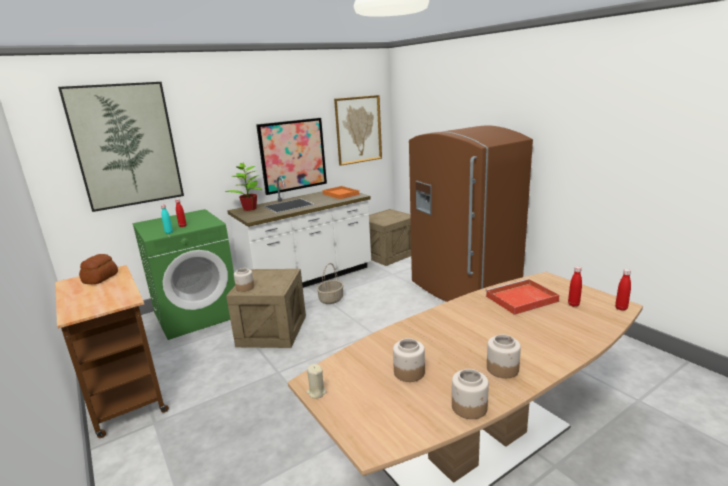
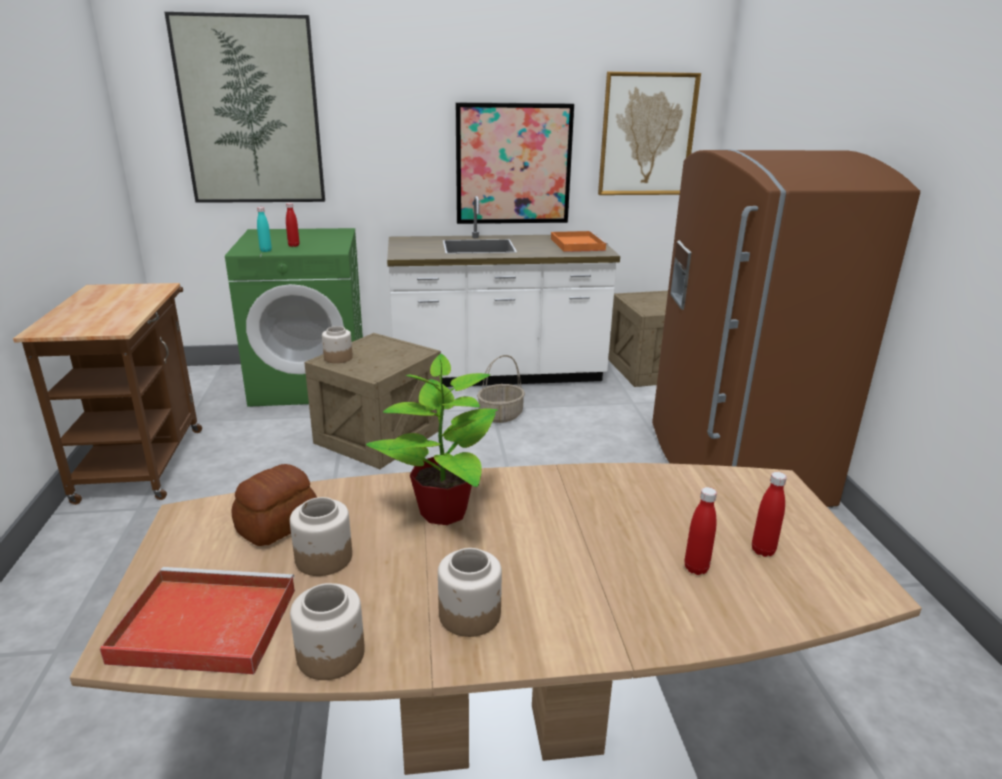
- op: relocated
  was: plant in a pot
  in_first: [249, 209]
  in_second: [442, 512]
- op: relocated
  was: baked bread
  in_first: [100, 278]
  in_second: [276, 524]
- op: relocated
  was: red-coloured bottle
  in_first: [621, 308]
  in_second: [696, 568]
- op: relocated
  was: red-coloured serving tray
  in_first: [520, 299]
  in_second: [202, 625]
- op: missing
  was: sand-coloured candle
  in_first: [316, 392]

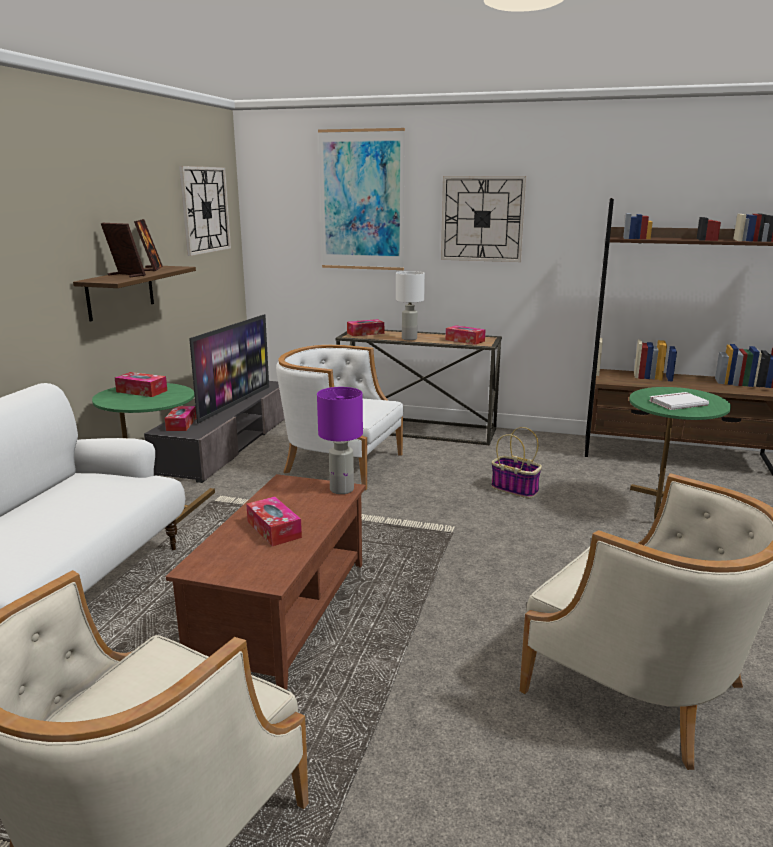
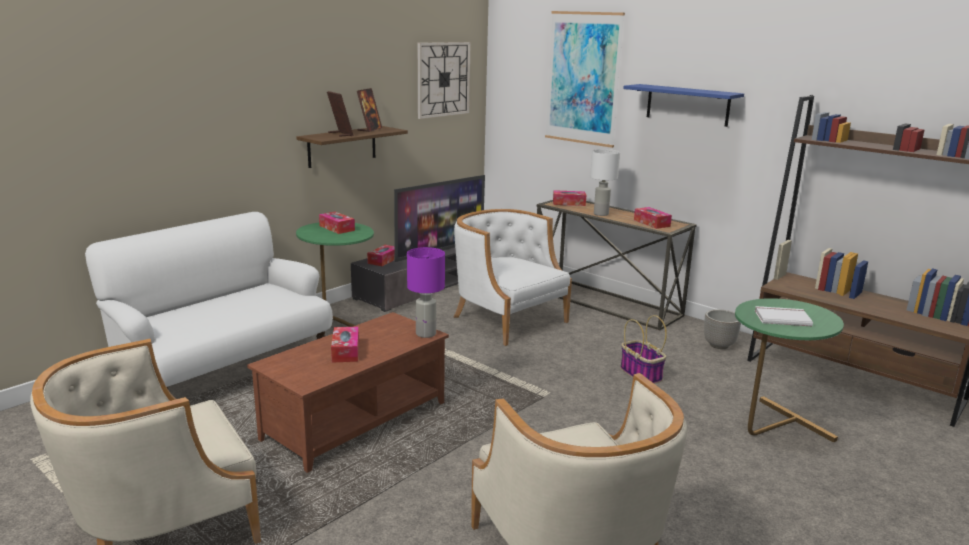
- op: exchanged
  was: clock on the wall
  now: bluish shelf
  in_first: [482, 219]
  in_second: [687, 105]
- op: appeared
  now: flower pot
  in_second: [718, 345]

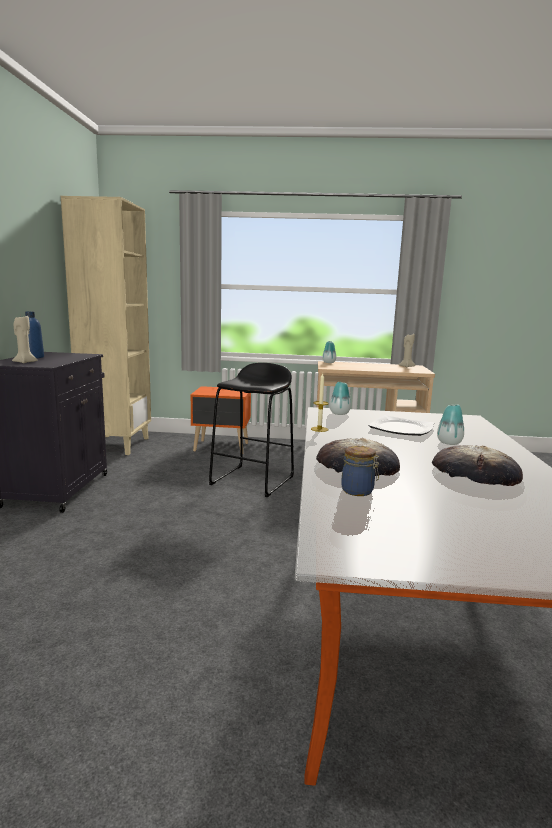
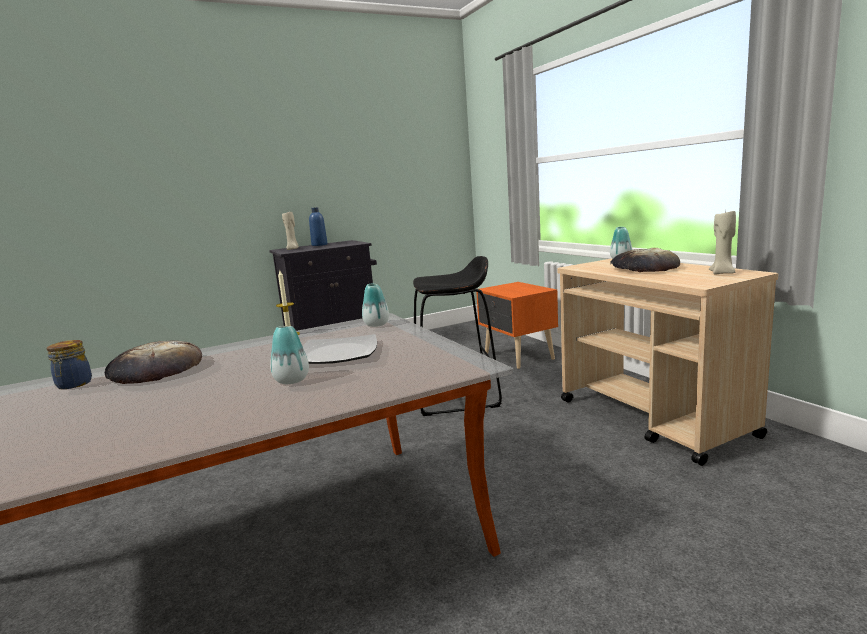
- op: missing
  was: sand-coloured shelving unit
  in_first: [116, 444]
- op: relocated
  was: baked bread
  in_first: [475, 473]
  in_second: [644, 268]

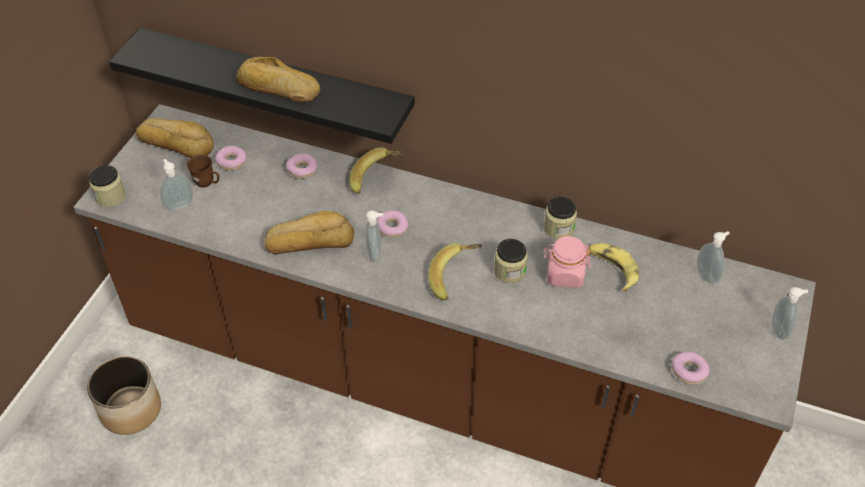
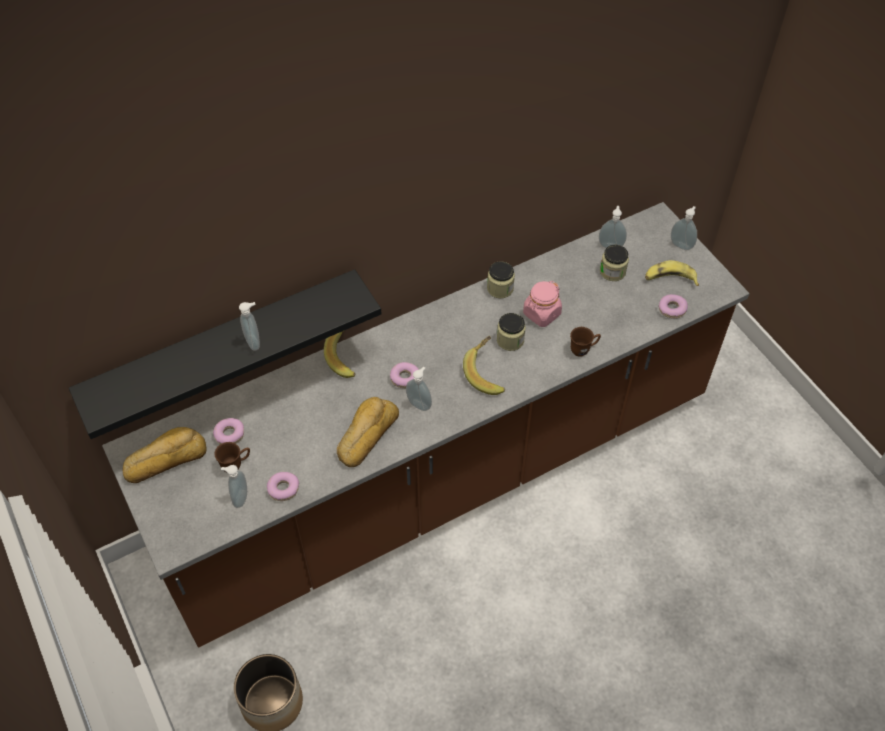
- op: exchanged
  was: baked bread
  now: liquid soap bottle
  in_first: [277, 88]
  in_second: [254, 342]
- op: relocated
  was: donut
  in_first: [302, 170]
  in_second: [283, 489]
- op: relocated
  was: preserve jar
  in_first: [110, 197]
  in_second: [612, 272]
- op: relocated
  was: banana fruit
  in_first: [612, 269]
  in_second: [669, 279]
- op: appeared
  now: brownish mug
  in_second: [583, 349]

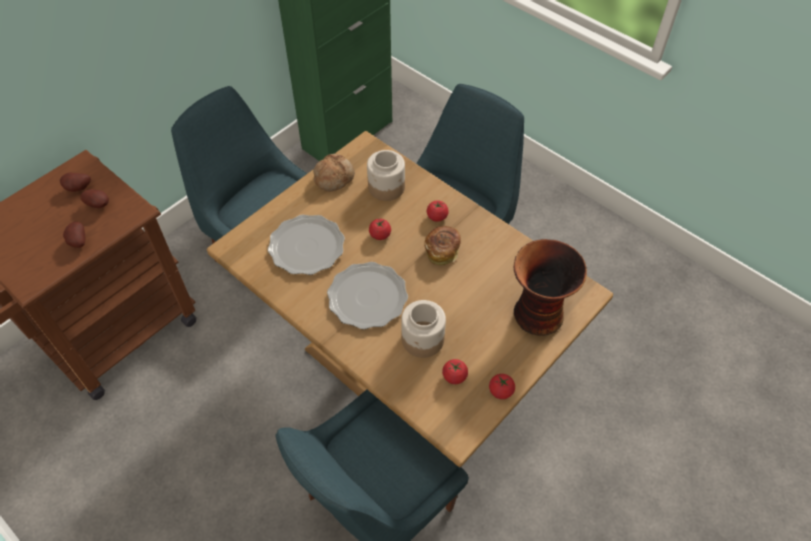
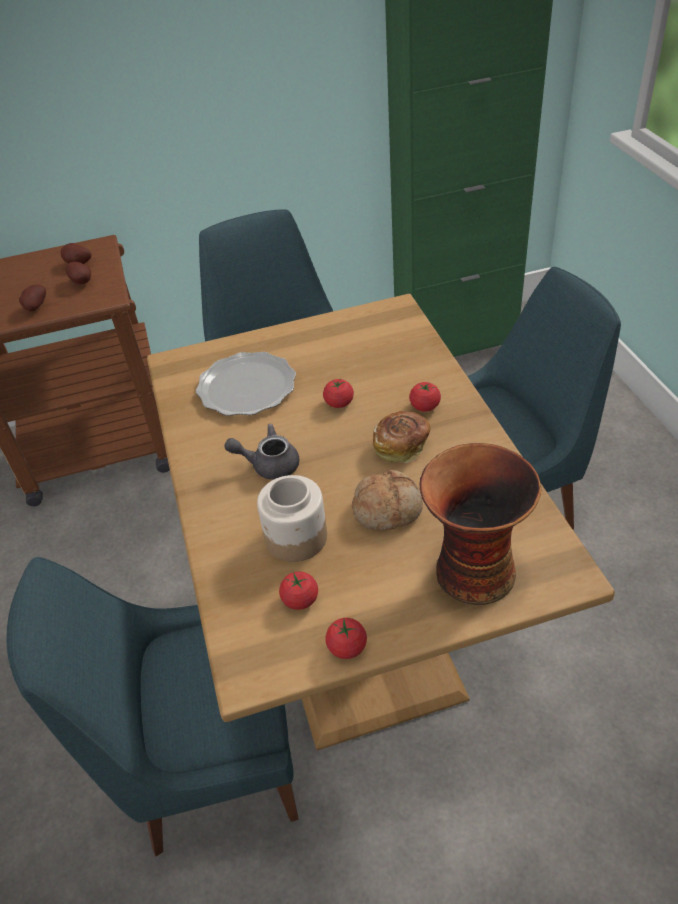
- op: missing
  was: preserve jar
  in_first: [387, 187]
- op: relocated
  was: baked bread
  in_first: [334, 177]
  in_second: [387, 508]
- op: exchanged
  was: dinner plate
  now: grey pot for tea
  in_first: [367, 298]
  in_second: [269, 464]

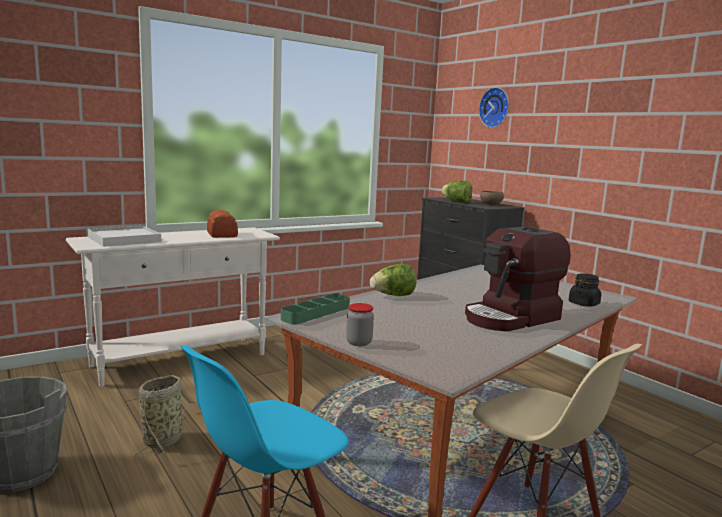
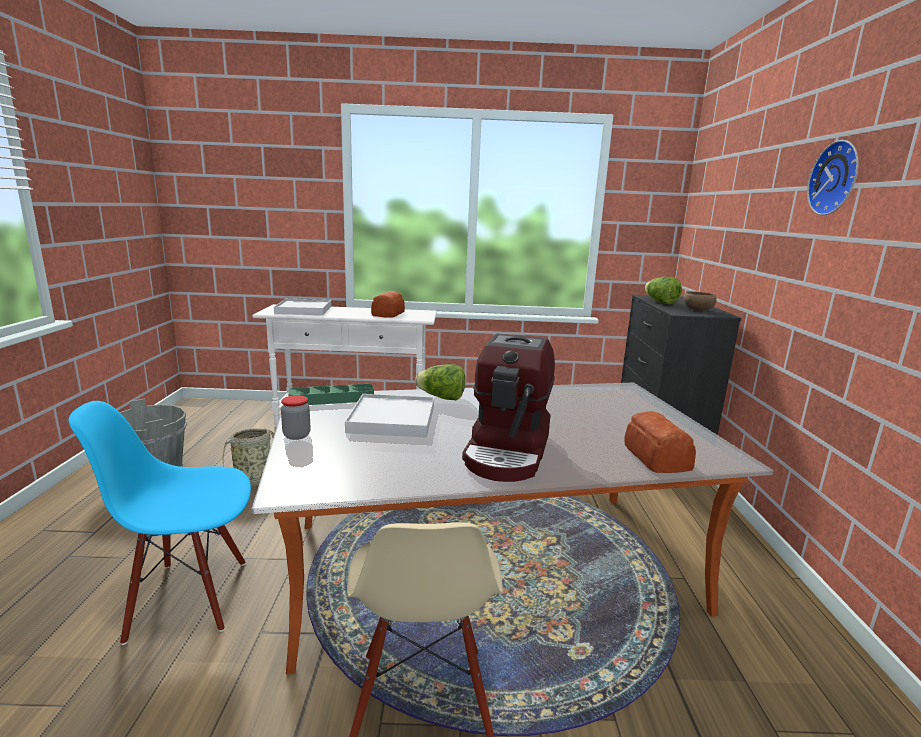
- op: relocated
  was: clock on the wall
  in_first: [495, 107]
  in_second: [837, 178]
- op: spun
  was: coffee machine
  in_first: [511, 318]
  in_second: [508, 451]
  clockwise: -75
- op: exchanged
  was: black preserve jar
  now: baked bread
  in_first: [584, 304]
  in_second: [656, 458]
- op: appeared
  now: white serving tray
  in_second: [392, 419]

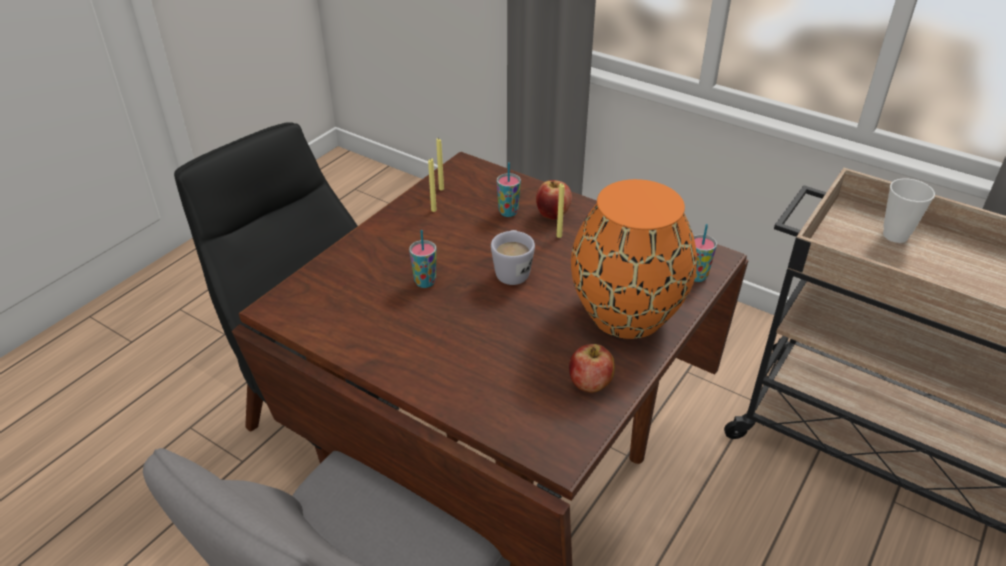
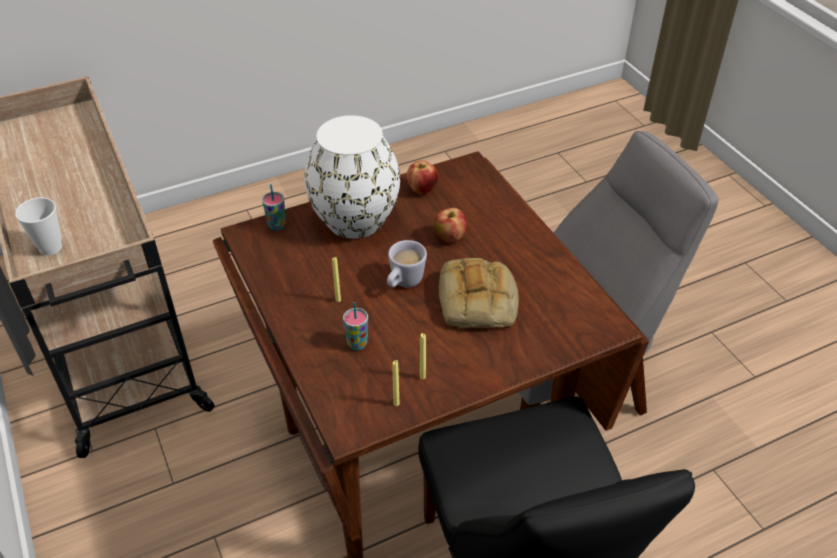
- op: colour
  was: orangey decorative vase
  now: white decorative vase
  in_first: [627, 315]
  in_second: [355, 219]
- op: relocated
  was: apple
  in_first: [553, 214]
  in_second: [450, 237]
- op: exchanged
  was: drinking cup
  now: baked bread
  in_first: [425, 282]
  in_second: [478, 301]

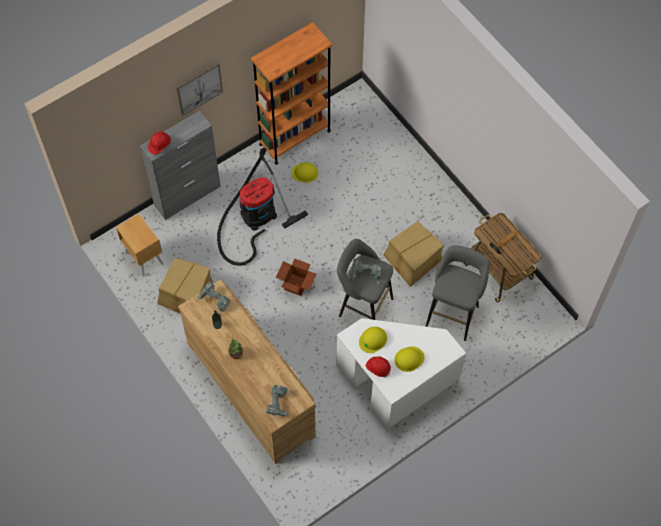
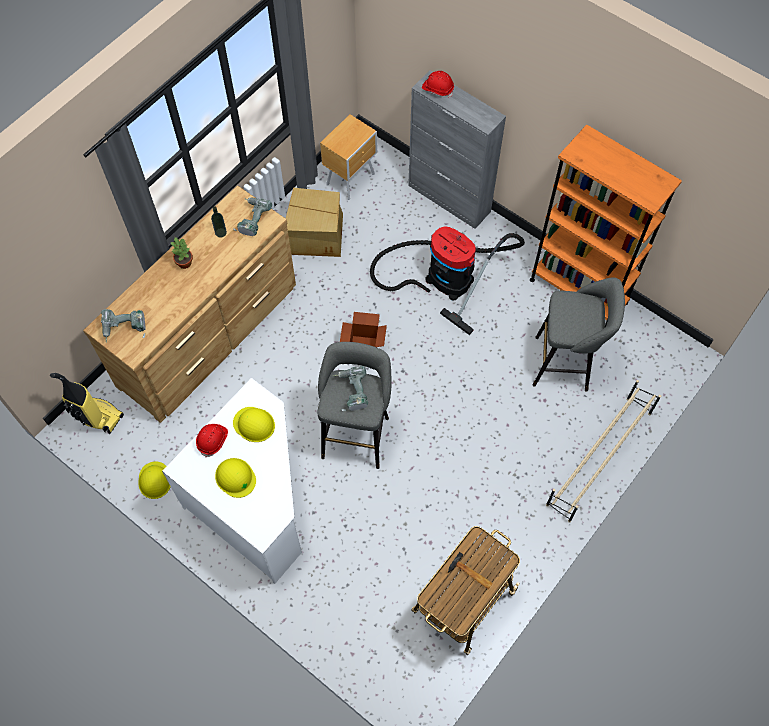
- op: missing
  was: wall art
  in_first: [198, 88]
- op: relocated
  was: yellow work helmet
  in_first: [305, 173]
  in_second: [154, 480]
- op: missing
  was: packing box
  in_first: [412, 260]
- op: relocated
  was: grey stool
  in_first: [453, 313]
  in_second: [565, 364]
- op: appeared
  now: vacuum cleaner
  in_second: [97, 416]
- op: appeared
  now: sand-coloured shoe shelf
  in_second: [598, 458]

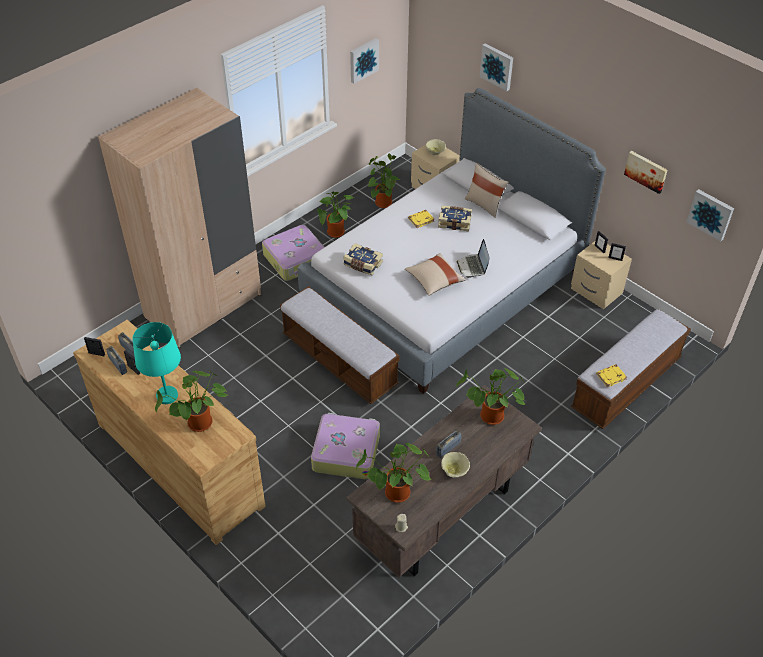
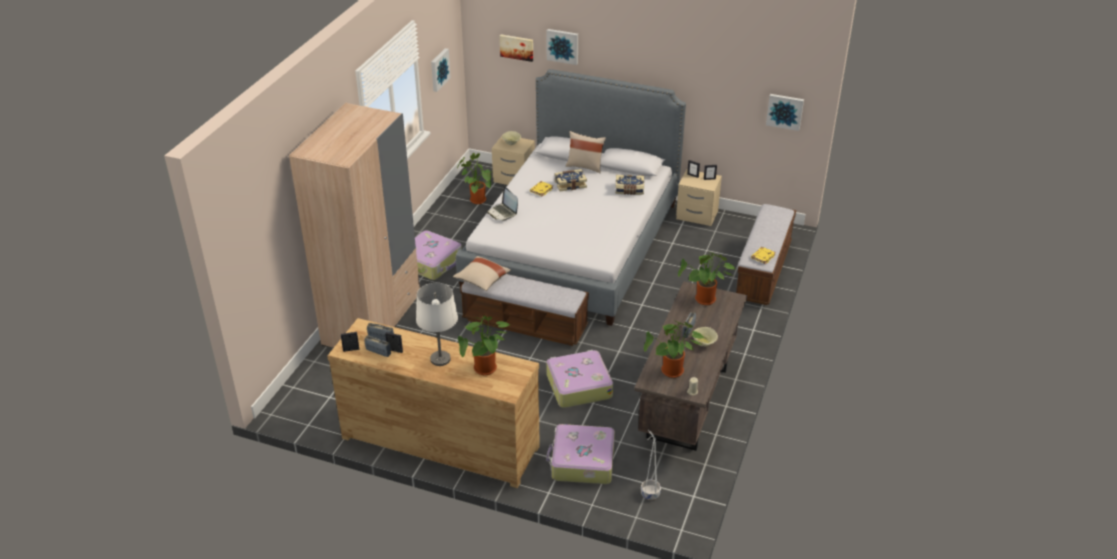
- op: relocated
  was: wall art
  in_first: [646, 171]
  in_second: [517, 47]
- op: missing
  was: plant in a pot
  in_first: [336, 234]
- op: relocated
  was: portable computer
  in_first: [473, 267]
  in_second: [503, 212]
- op: relocated
  was: bound book
  in_first: [362, 264]
  in_second: [629, 190]
- op: relocated
  was: sand-coloured pillow
  in_first: [434, 281]
  in_second: [482, 280]
- op: colour
  was: blue-green tabletop lamp
  now: white tabletop lamp
  in_first: [167, 396]
  in_second: [440, 359]
- op: appeared
  now: piece of luggage
  in_second: [582, 462]
- op: appeared
  now: white flower pot
  in_second: [649, 494]

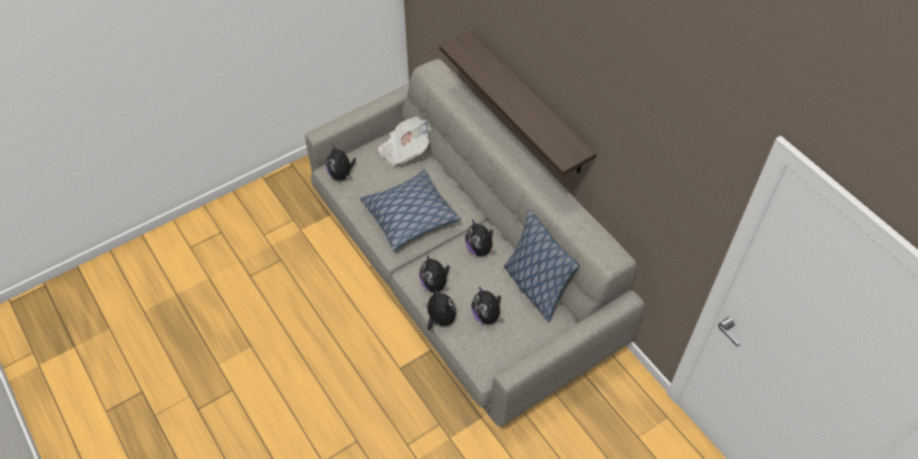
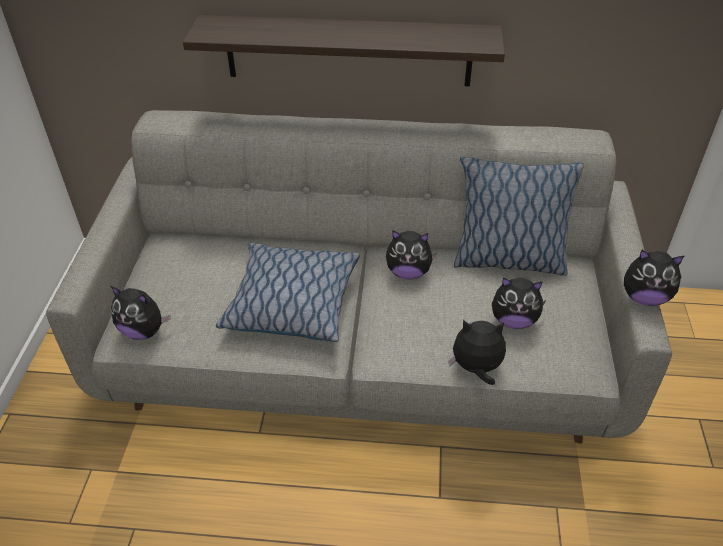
- op: missing
  was: daily paper
  in_first: [405, 151]
- op: relocated
  was: soft toy
  in_first: [435, 284]
  in_second: [644, 297]

